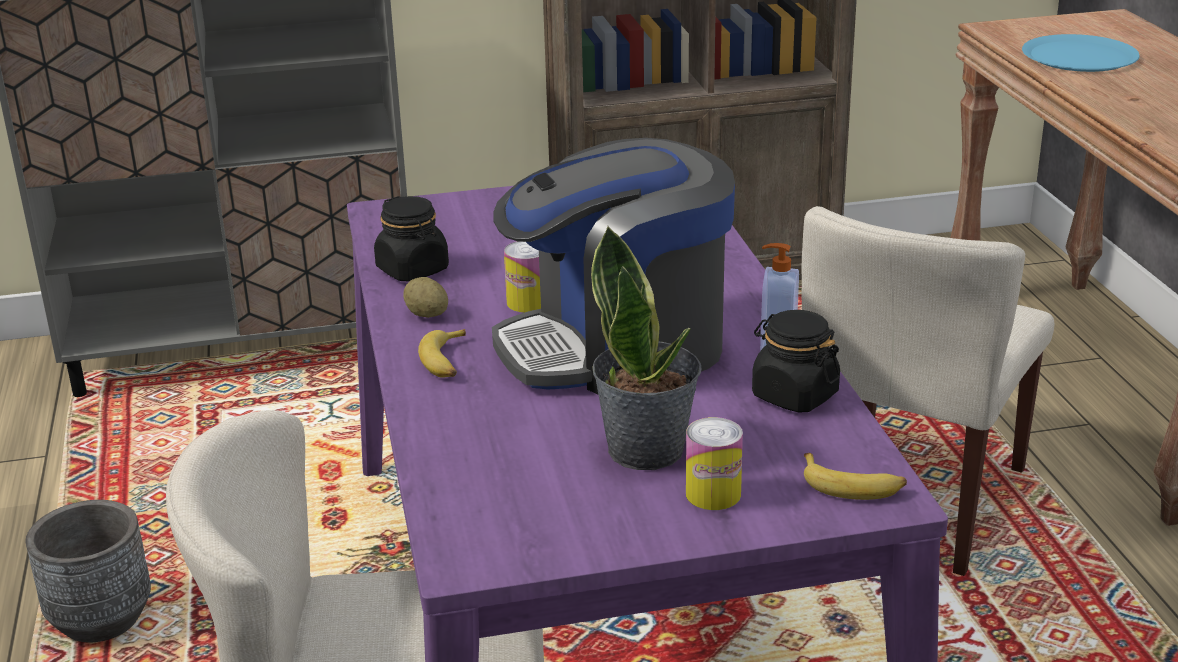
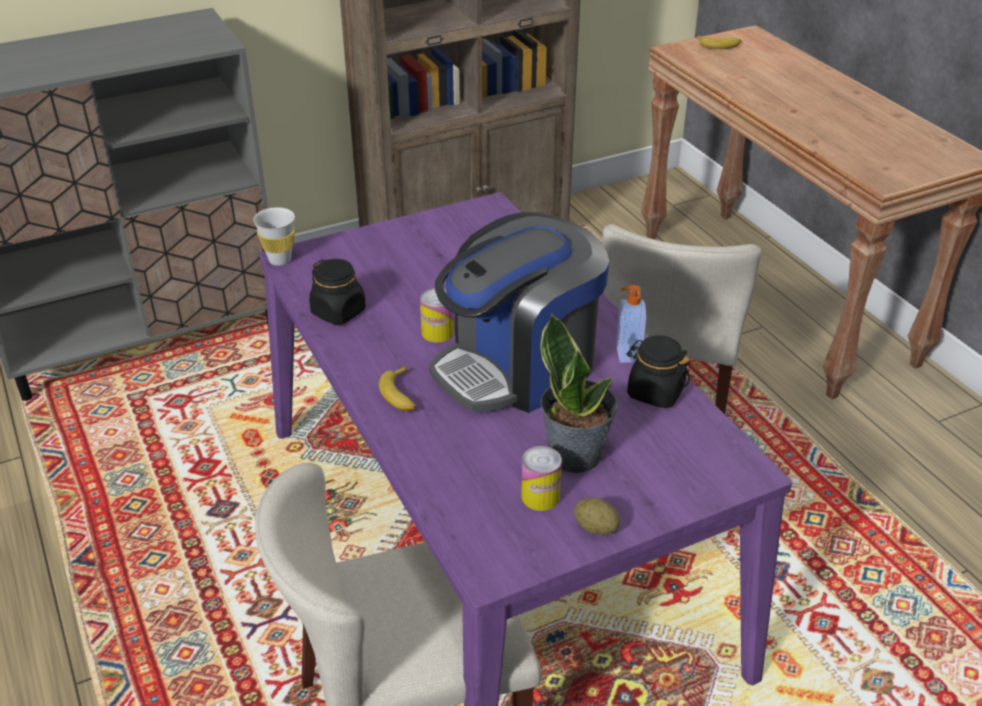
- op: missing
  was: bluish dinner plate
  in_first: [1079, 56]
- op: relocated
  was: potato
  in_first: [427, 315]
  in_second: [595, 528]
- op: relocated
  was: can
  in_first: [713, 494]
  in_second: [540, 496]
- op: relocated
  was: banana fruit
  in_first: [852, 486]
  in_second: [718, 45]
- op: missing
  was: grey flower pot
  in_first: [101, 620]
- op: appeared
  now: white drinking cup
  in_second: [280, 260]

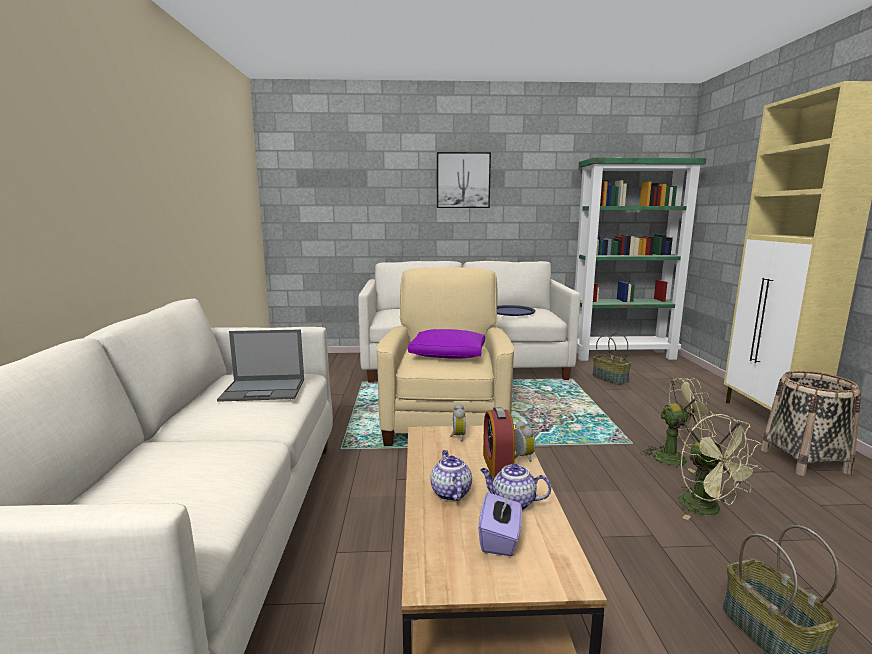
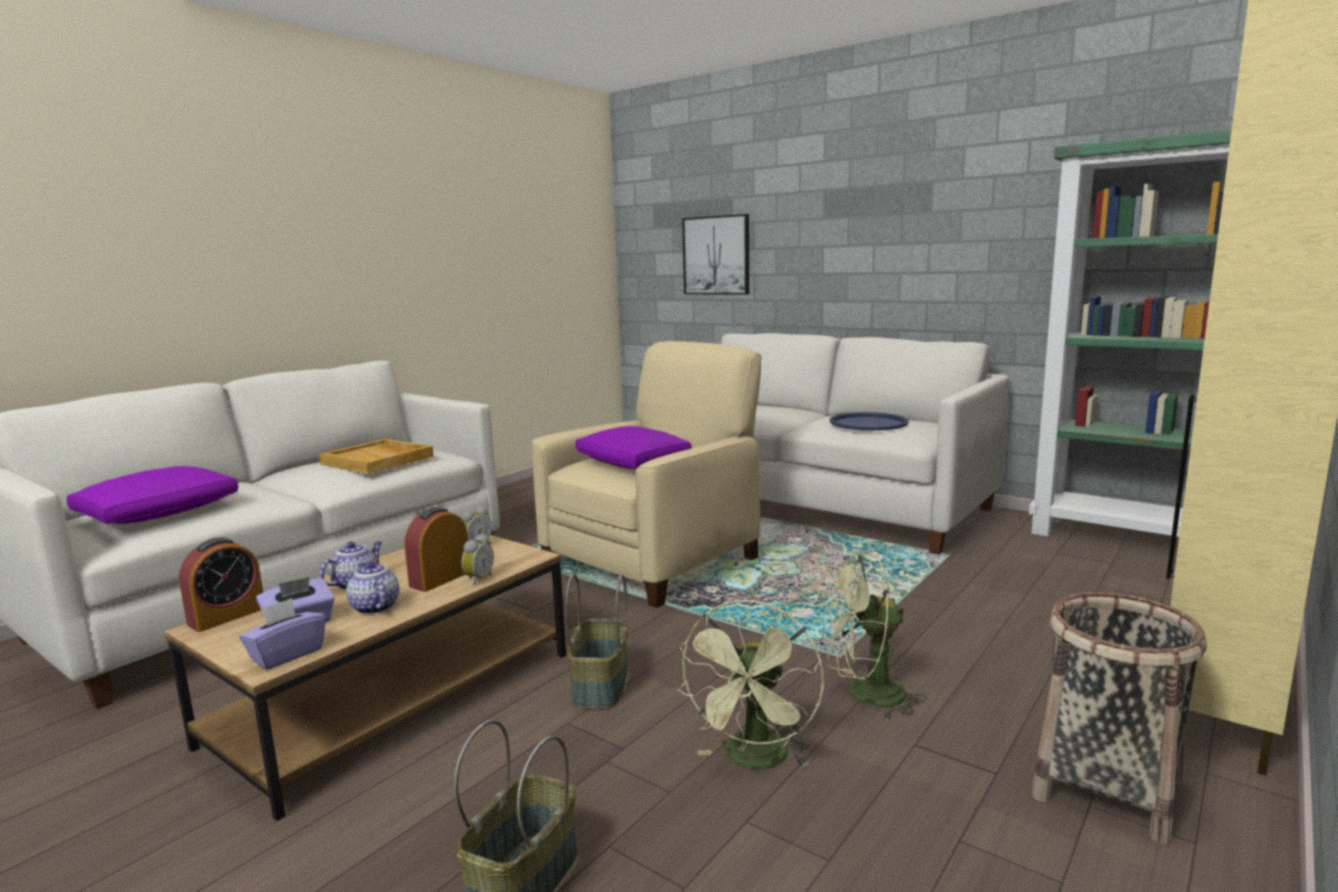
- op: relocated
  was: wall art
  in_first: [463, 180]
  in_second: [716, 255]
- op: exchanged
  was: portable computer
  now: sand-coloured serving tray
  in_first: [264, 390]
  in_second: [378, 460]
- op: relocated
  was: storage basket
  in_first: [610, 379]
  in_second: [602, 686]
- op: spun
  was: greenish cooling fan
  in_first: [676, 458]
  in_second: [864, 695]
  clockwise: 135
- op: appeared
  now: purple-coloured pillow
  in_second: [160, 512]
- op: appeared
  now: table clock
  in_second: [227, 616]
- op: appeared
  now: purple-coloured box of tissues
  in_second: [287, 655]

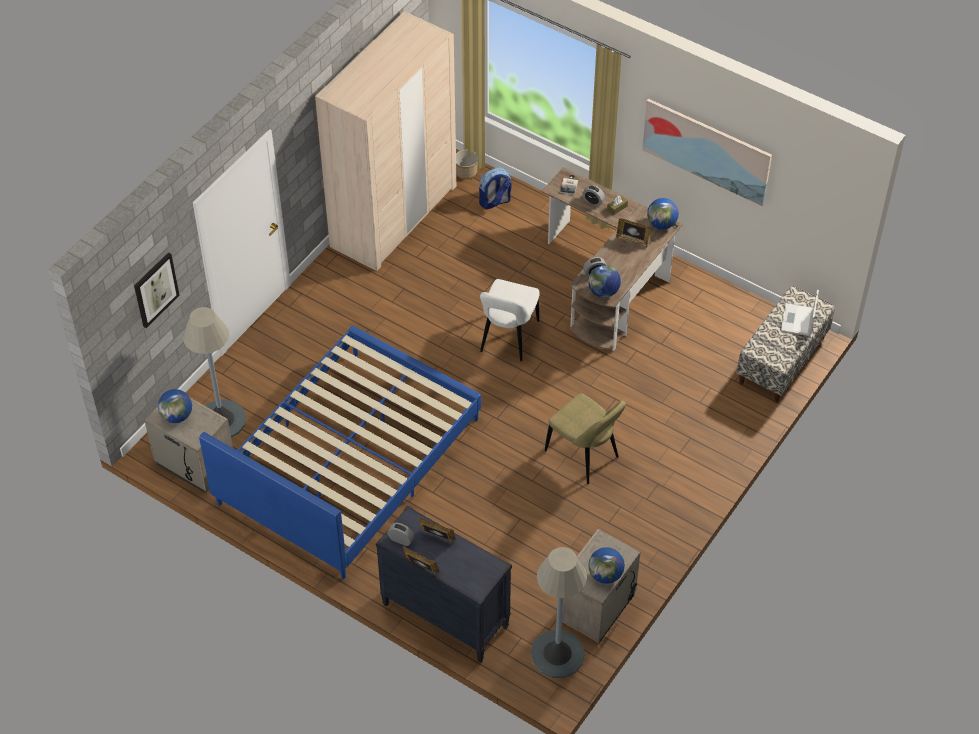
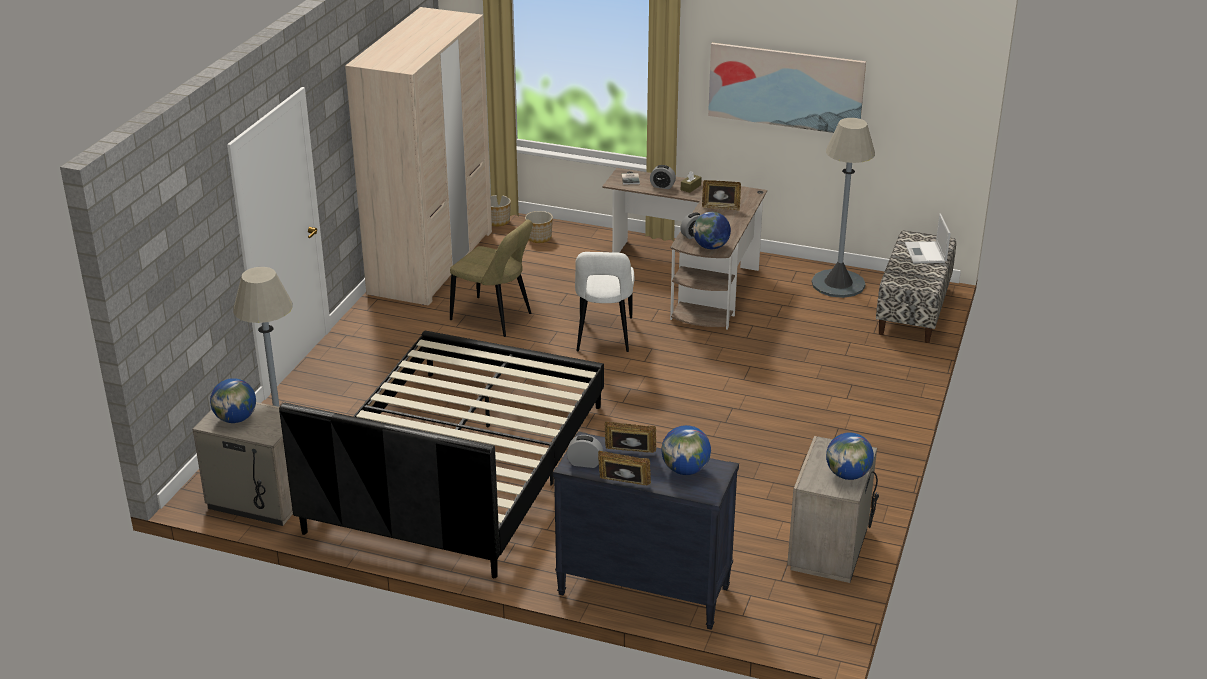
- op: exchanged
  was: knapsack
  now: flower pot
  in_first: [494, 202]
  in_second: [539, 238]
- op: relocated
  was: world globe
  in_first: [661, 224]
  in_second: [685, 470]
- op: missing
  was: wall art
  in_first: [155, 289]
- op: colour
  was: bluish sleeping bed
  now: black sleeping bed
  in_first: [348, 461]
  in_second: [458, 466]
- op: relocated
  was: sand-coloured plain chair
  in_first: [584, 456]
  in_second: [494, 318]
- op: relocated
  was: grey standard lamp
  in_first: [557, 654]
  in_second: [838, 284]

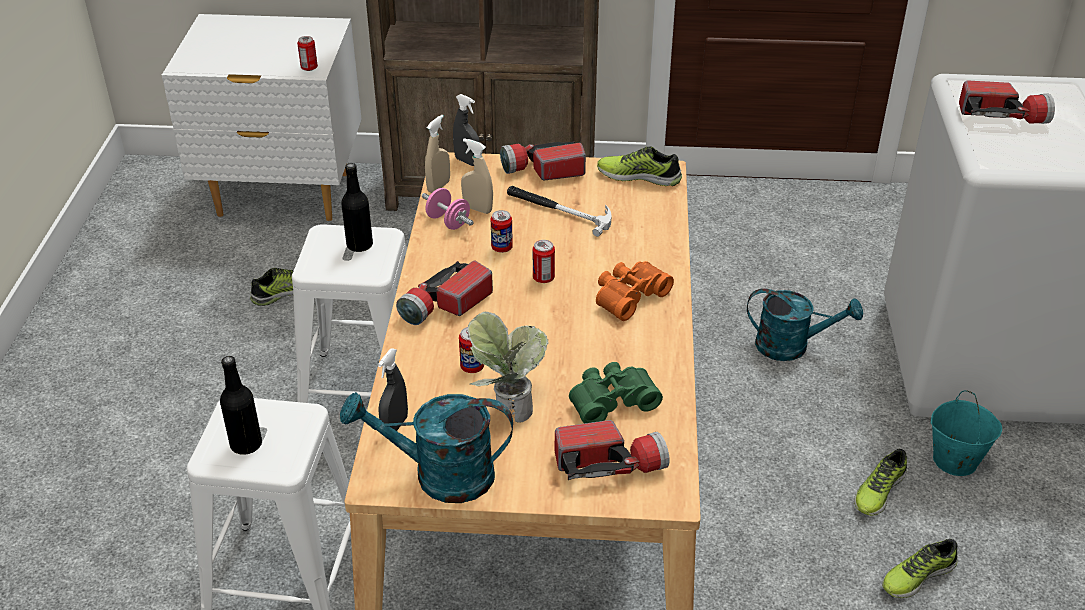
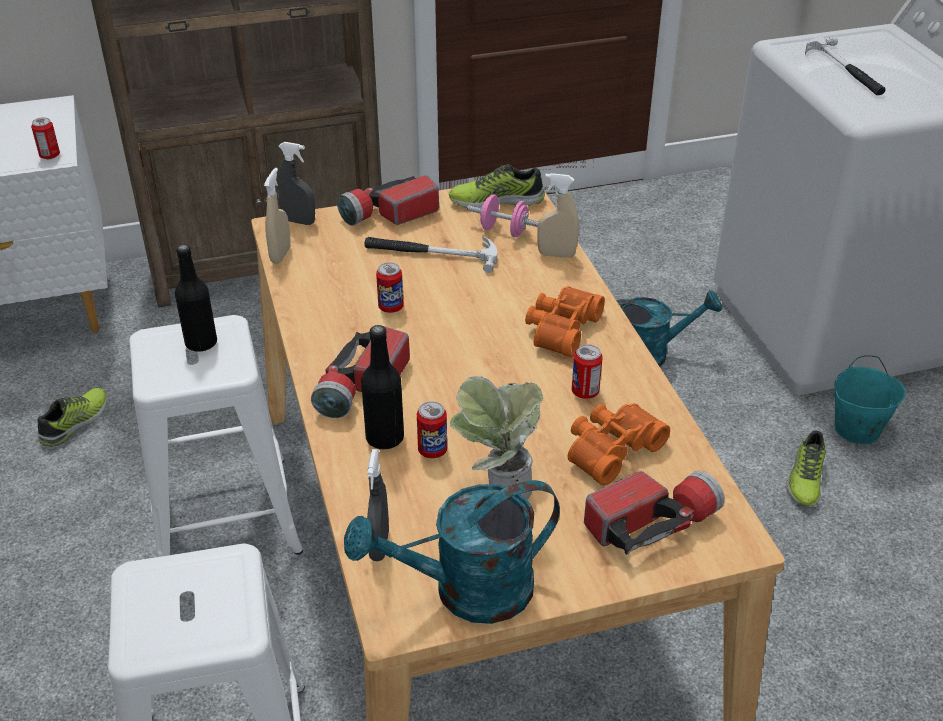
- op: exchanged
  was: torch
  now: hammer
  in_first: [1002, 117]
  in_second: [845, 70]
- op: relocated
  was: sand-coloured hand sprayer
  in_first: [477, 209]
  in_second: [556, 255]
- op: relocated
  was: pinkish dumbbell
  in_first: [448, 222]
  in_second: [504, 231]
- op: relocated
  was: can
  in_first: [543, 278]
  in_second: [585, 392]
- op: relocated
  was: black bottle
  in_first: [246, 444]
  in_second: [385, 438]
- op: colour
  was: greenish field glasses
  now: orangey field glasses
  in_first: [611, 400]
  in_second: [610, 449]
- op: missing
  was: shoe
  in_first: [917, 575]

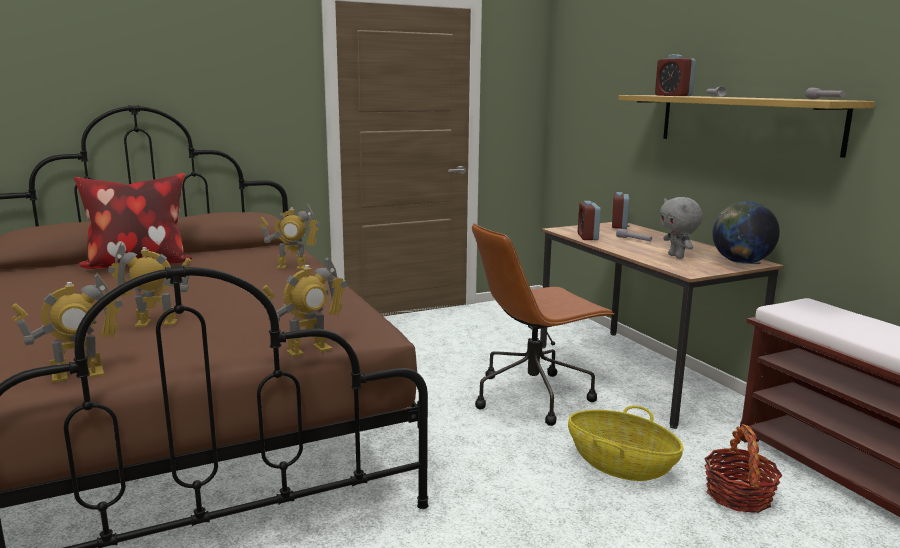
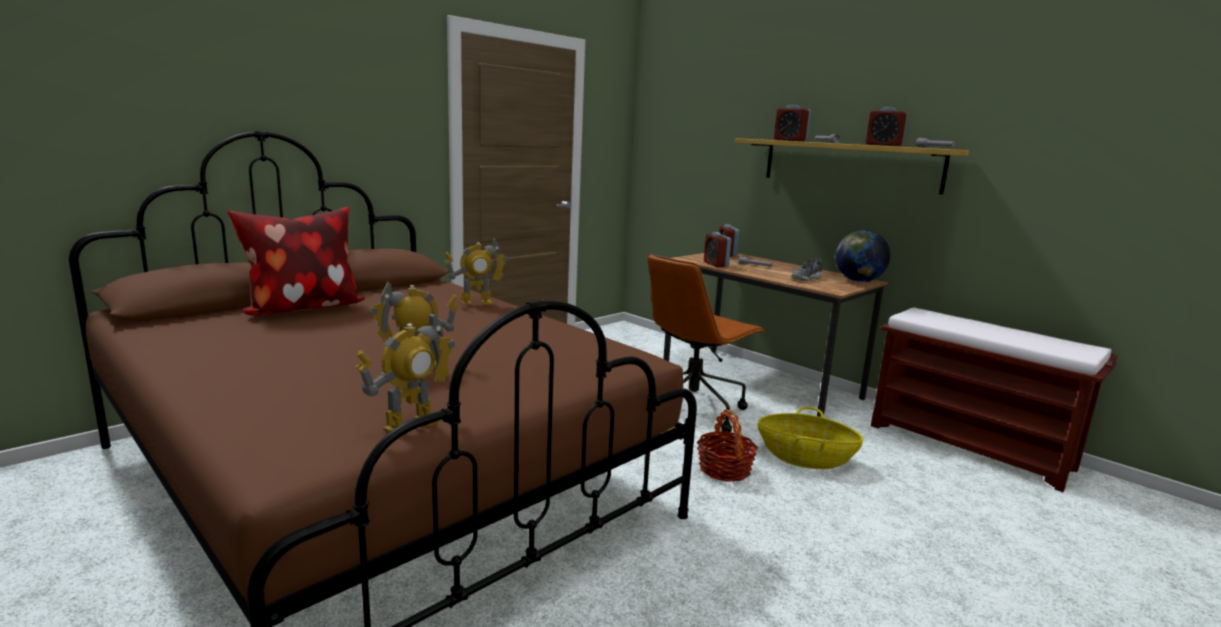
- op: exchanged
  was: grey soft toy
  now: shoe
  in_first: [677, 256]
  in_second: [806, 278]
- op: missing
  was: model robot
  in_first: [309, 350]
- op: relocated
  was: storage basket
  in_first: [738, 496]
  in_second: [724, 469]
- op: appeared
  now: table clock
  in_second: [883, 145]

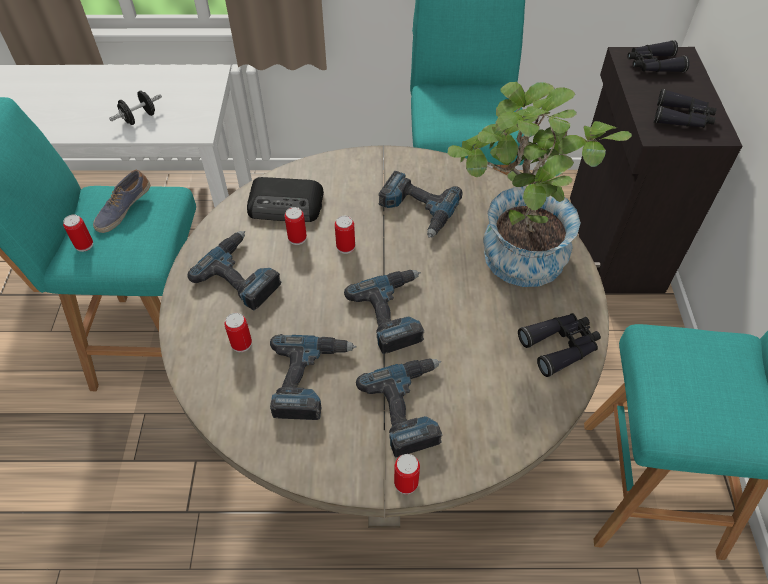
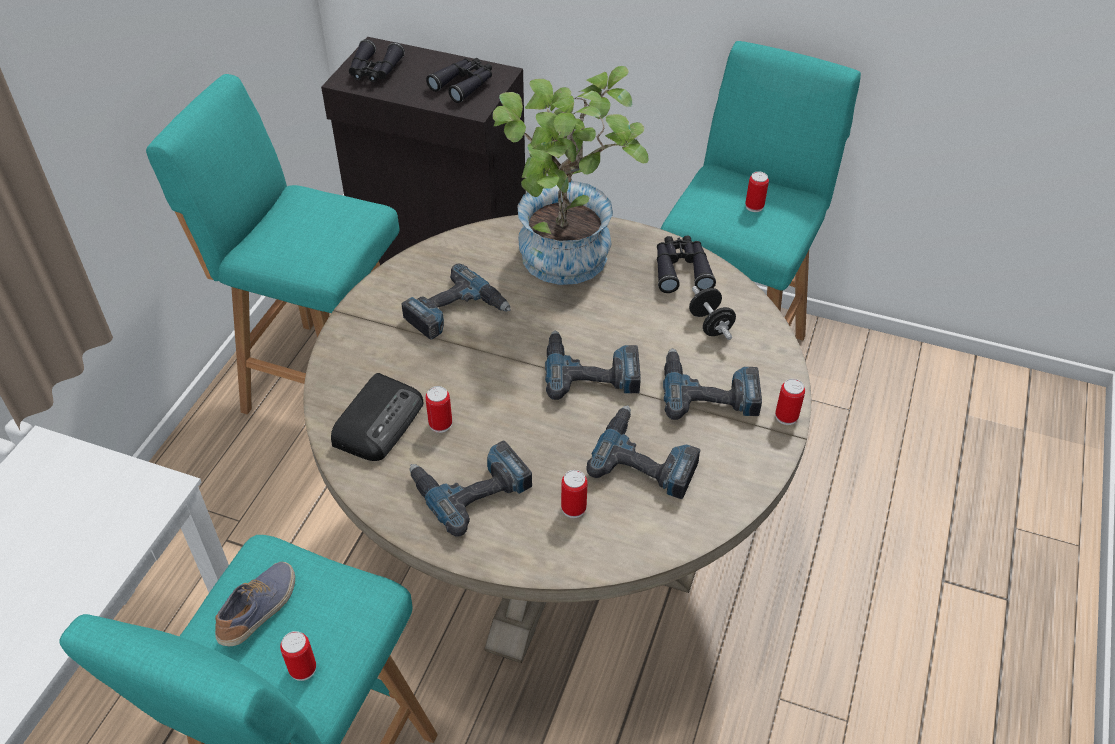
- op: relocated
  was: black dumbbell
  in_first: [139, 118]
  in_second: [710, 324]
- op: spun
  was: shoe
  in_first: [123, 209]
  in_second: [260, 610]
  clockwise: -120
- op: relocated
  was: can
  in_first: [345, 247]
  in_second: [754, 206]

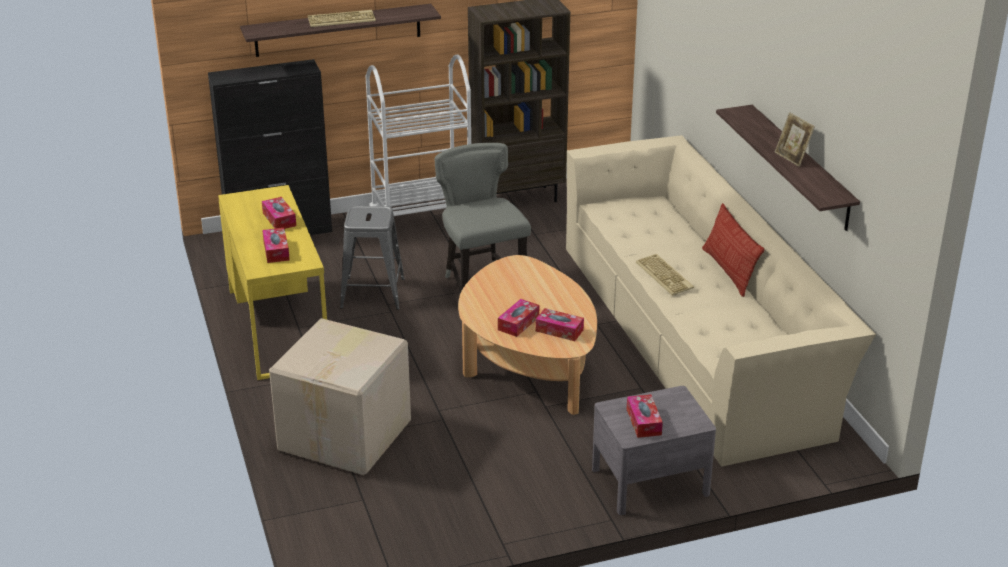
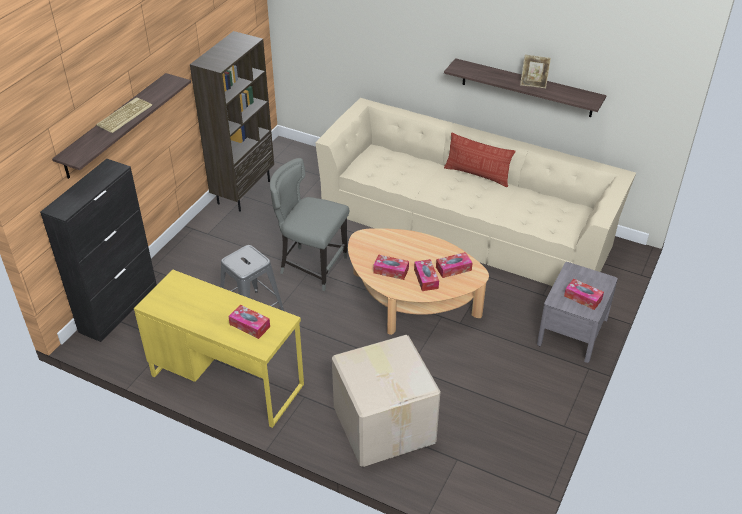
- op: missing
  was: white trolley
  in_first: [422, 220]
- op: relocated
  was: box of tissues
  in_first: [279, 219]
  in_second: [391, 271]
- op: missing
  was: keyboard
  in_first: [665, 275]

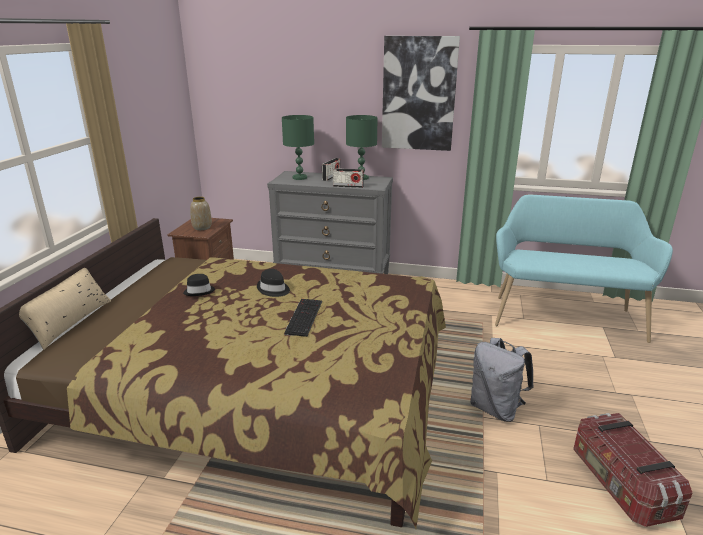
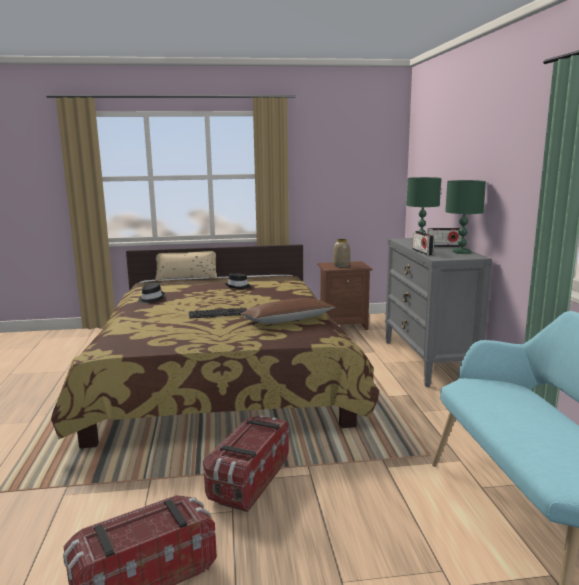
- op: missing
  was: wall art
  in_first: [419, 94]
- op: relocated
  was: black hat
  in_first: [273, 289]
  in_second: [150, 299]
- op: exchanged
  was: grey knapsack
  now: storage container
  in_first: [496, 408]
  in_second: [248, 480]
- op: appeared
  now: brownish pillow
  in_second: [287, 320]

